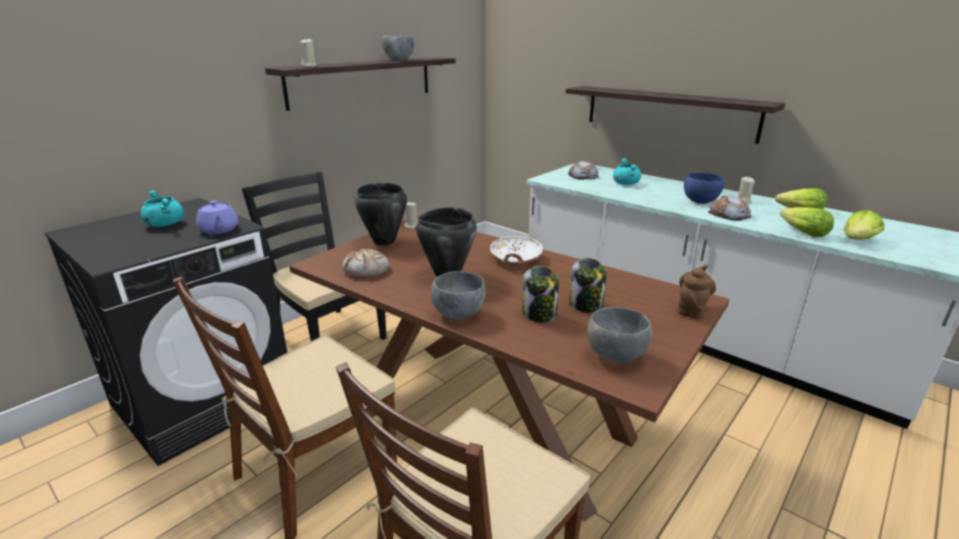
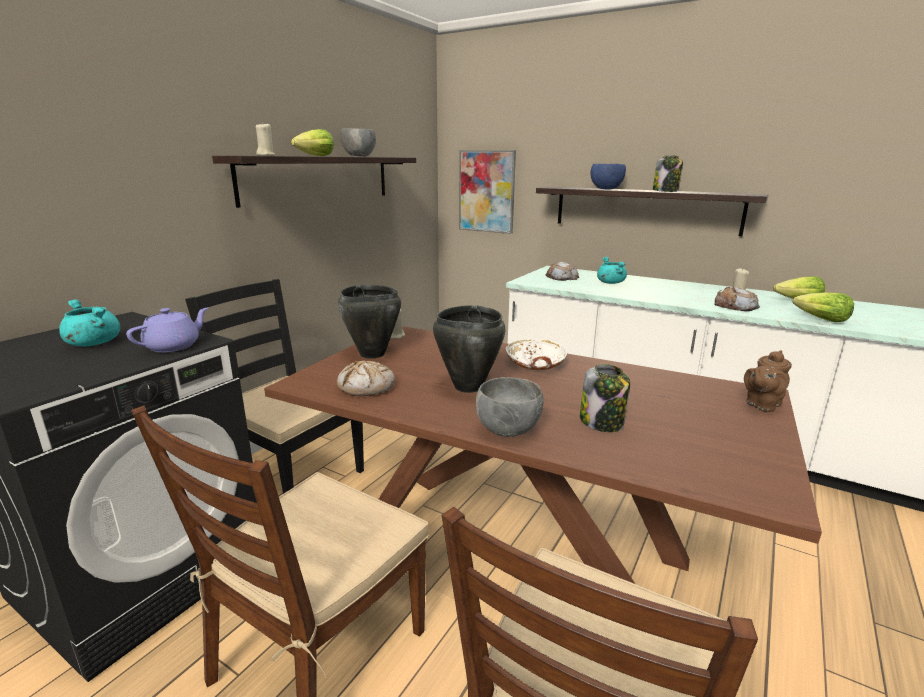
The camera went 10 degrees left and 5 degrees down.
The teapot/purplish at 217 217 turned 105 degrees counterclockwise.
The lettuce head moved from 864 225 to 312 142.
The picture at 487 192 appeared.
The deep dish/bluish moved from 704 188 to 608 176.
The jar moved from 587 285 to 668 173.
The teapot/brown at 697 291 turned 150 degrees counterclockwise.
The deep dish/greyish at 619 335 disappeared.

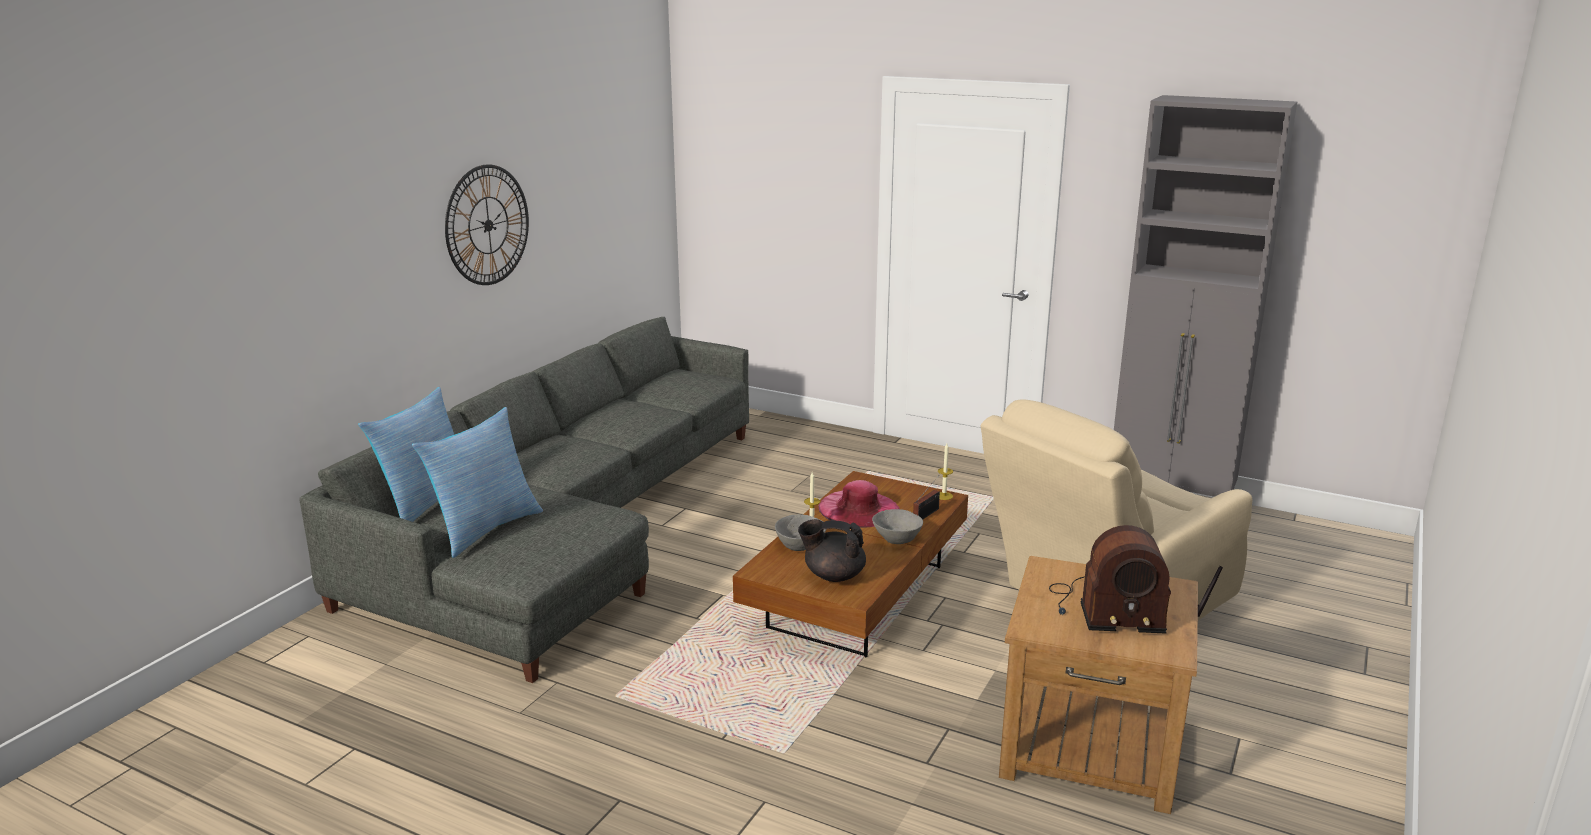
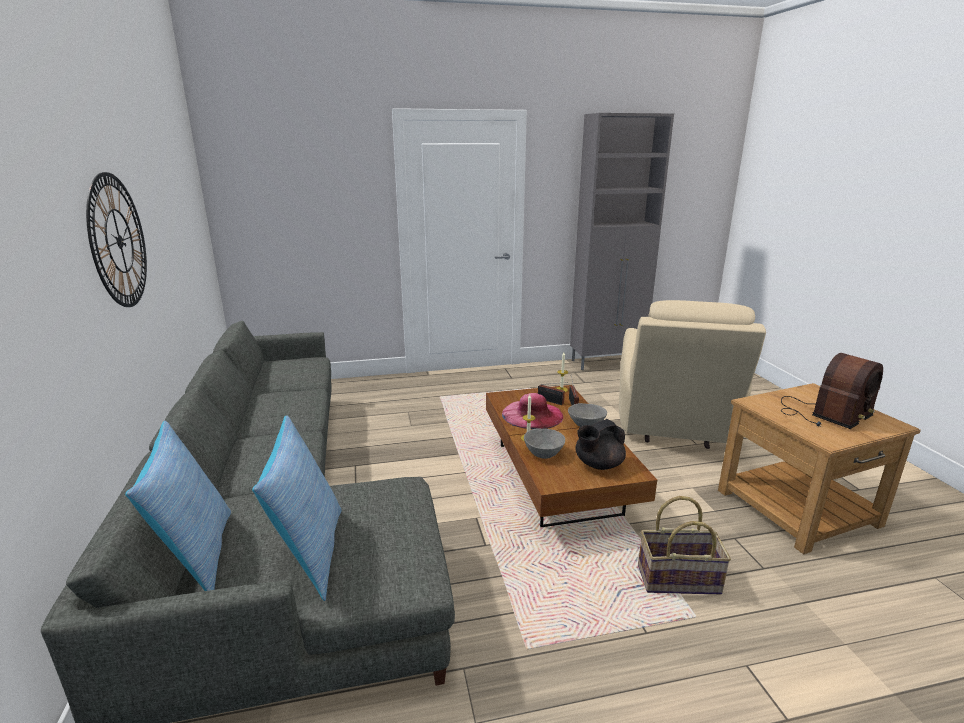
The camera went 40 degrees left and 0 degrees up.
The radio receiver at 553 393 appeared.
The storage basket at 684 545 appeared.

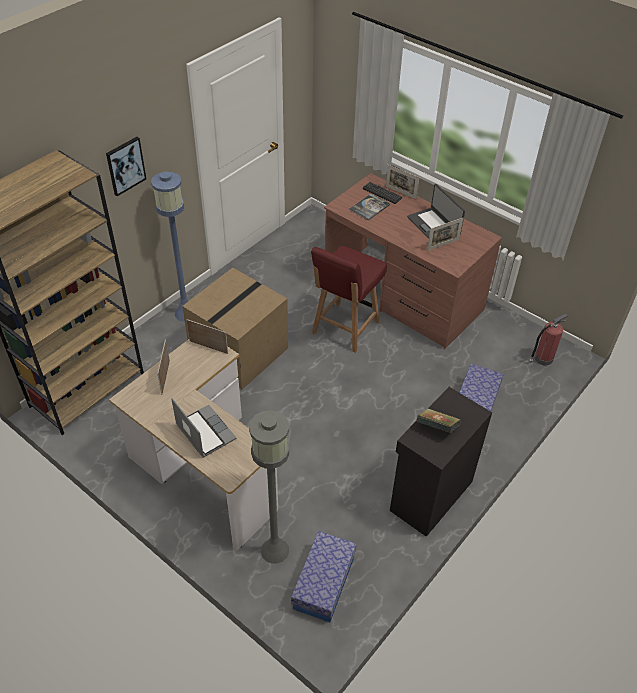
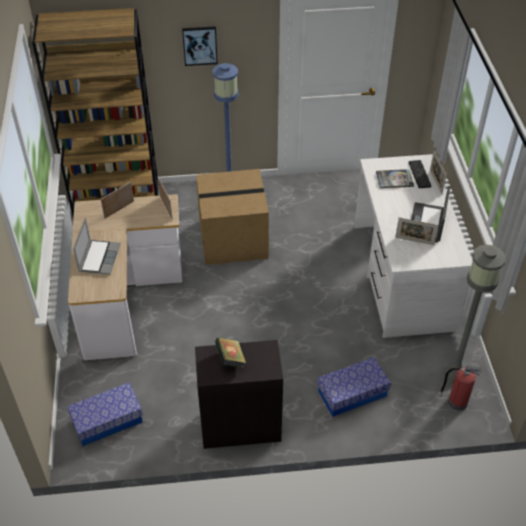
The camera went 45 degrees right and 0 degrees up.
The desk table/brown at 413 261 became the desk table/white-coloured at 413 246.
The standard lamp/greyish moved from 269 487 to 474 314.
The chair/red-coloured at 349 299 disappeared.

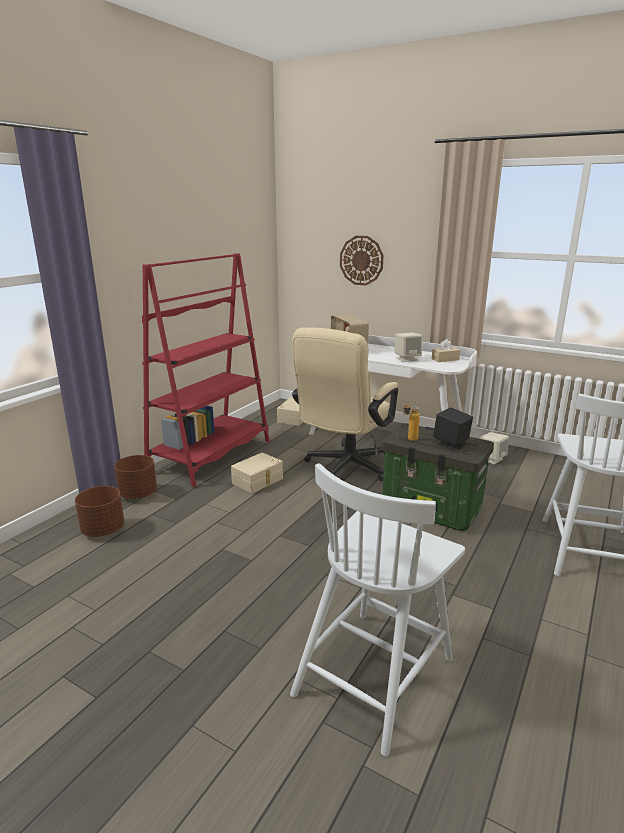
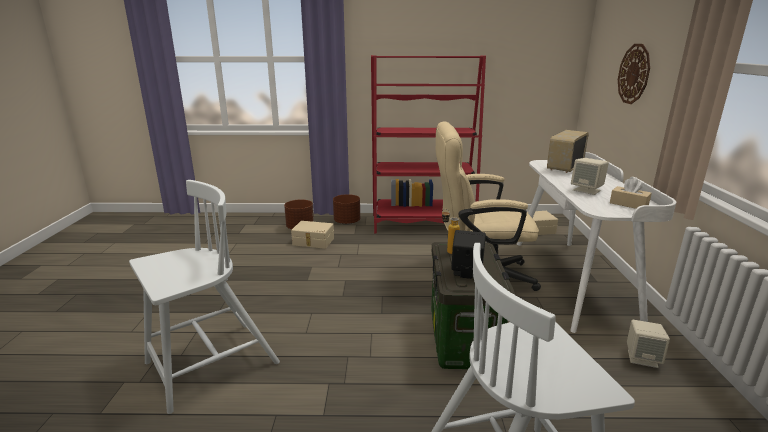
The camera went 60 degrees right and 0 degrees up.
The chair/white-coloured at 377 609 turned 135 degrees clockwise.
The storage bin/sand-coloured moved from 257 473 to 312 235.

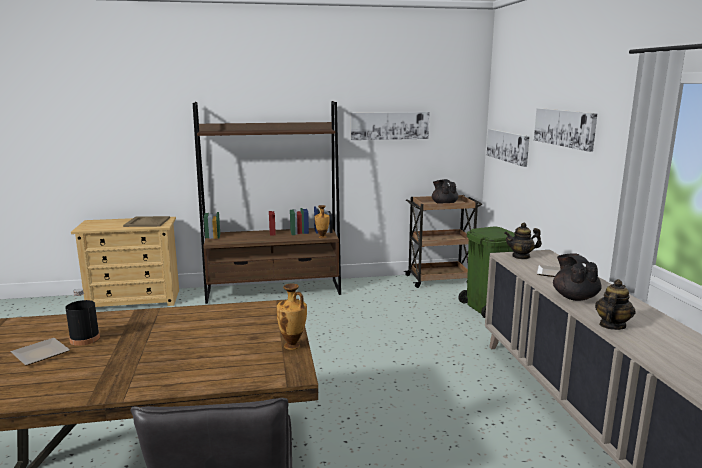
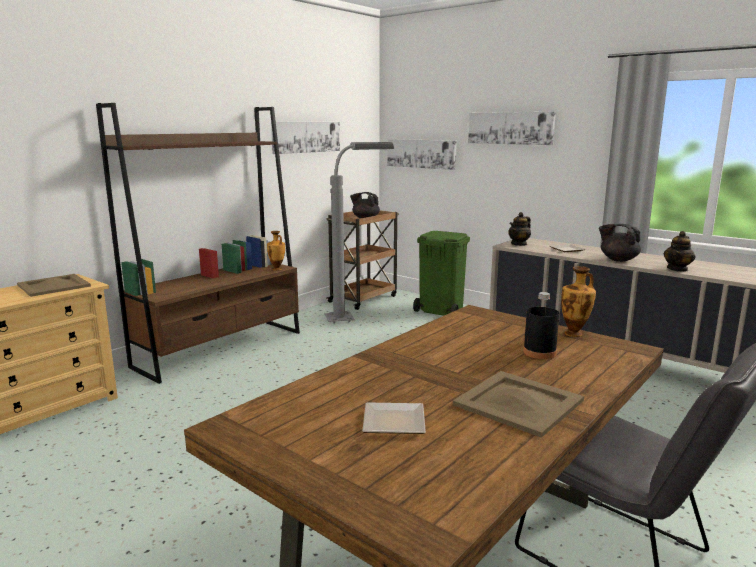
The camera went 40 degrees left and 0 degrees up.
The standard lamp/greyish at 359 233 appeared.
The carrying tray/sand-coloured at 518 404 appeared.
The beverage bottle/blackish moved from 82 317 to 541 325.
The teapot at 615 304 turned 135 degrees counterclockwise.

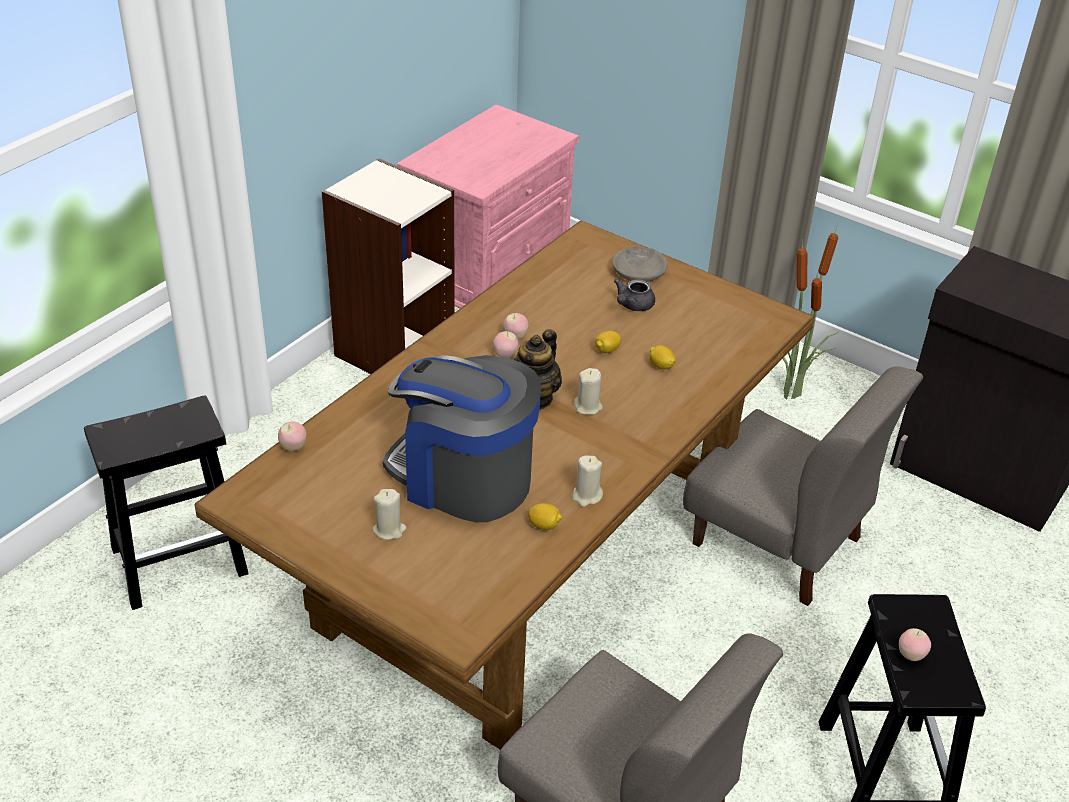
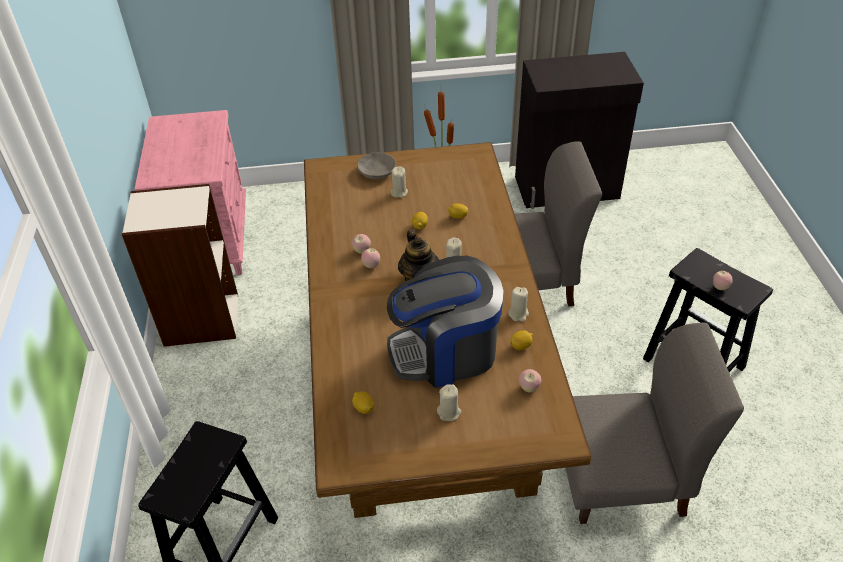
The camera went 40 degrees left and 5 degrees up.
The whole lemon at 363 402 appeared.
The teapot/greyish at 634 295 was replaced by the wax candle/sand-coloured at 399 182.
The apple fruit moved from 292 436 to 530 380.

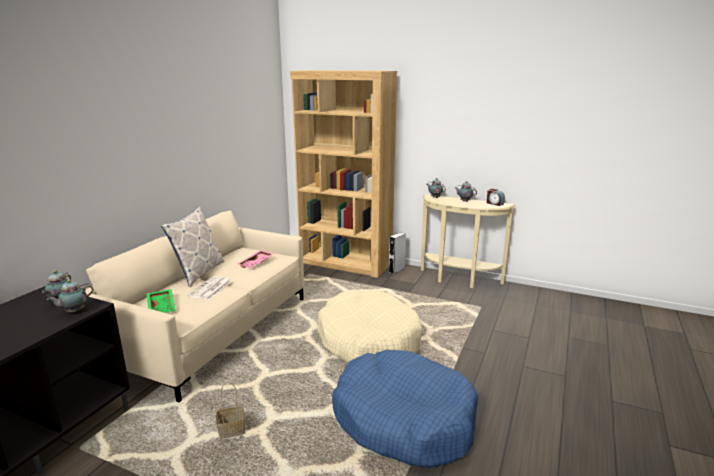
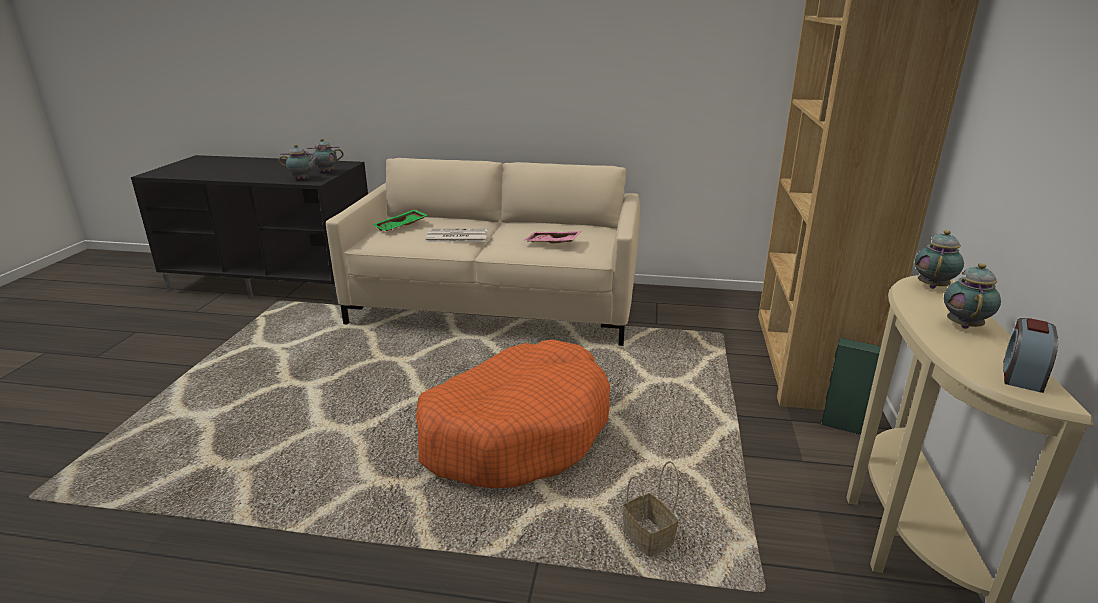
The camera went 75 degrees right and 5 degrees up.
The teapot at 70 296 turned 150 degrees clockwise.
The pet bed/sand-coloured at 370 326 became the pet bed/orange-coloured at 513 414.
The storage basket moved from 230 410 to 651 509.
The audio speaker/greyish at 397 253 became the audio speaker/green-coloured at 851 386.
The pillow at 192 247 disappeared.
The pet bed/bluish at 405 409 disappeared.

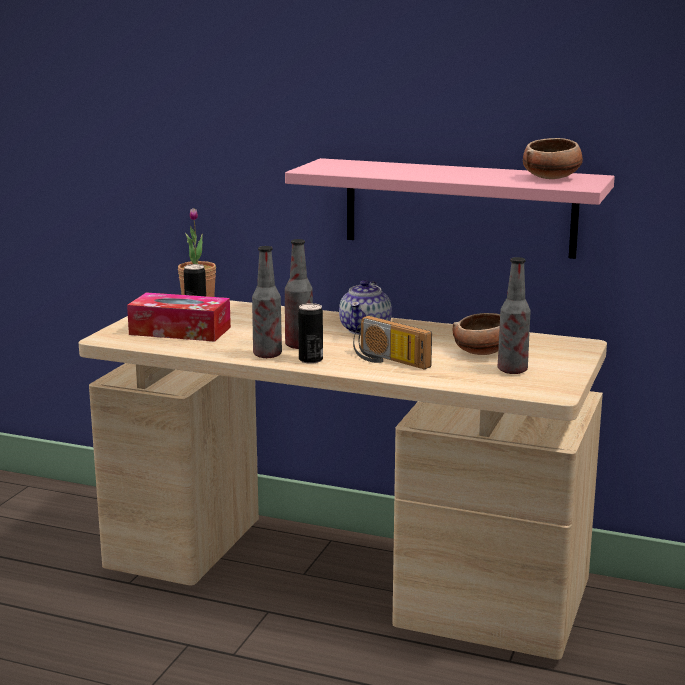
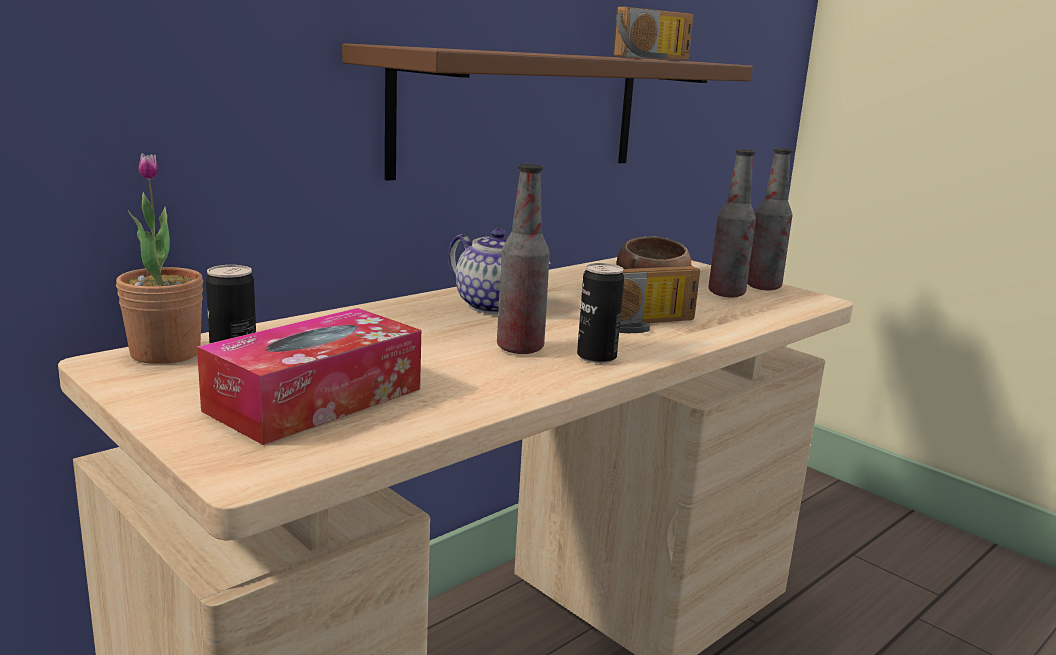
The camera went 65 degrees left and 0 degrees up.
The bracket shelf/pink at 450 208 became the bracket shelf/brown at 547 112.
The deep dish at 553 158 was replaced by the radio receiver at 653 33.
The beverage bottle moved from 267 302 to 770 219.

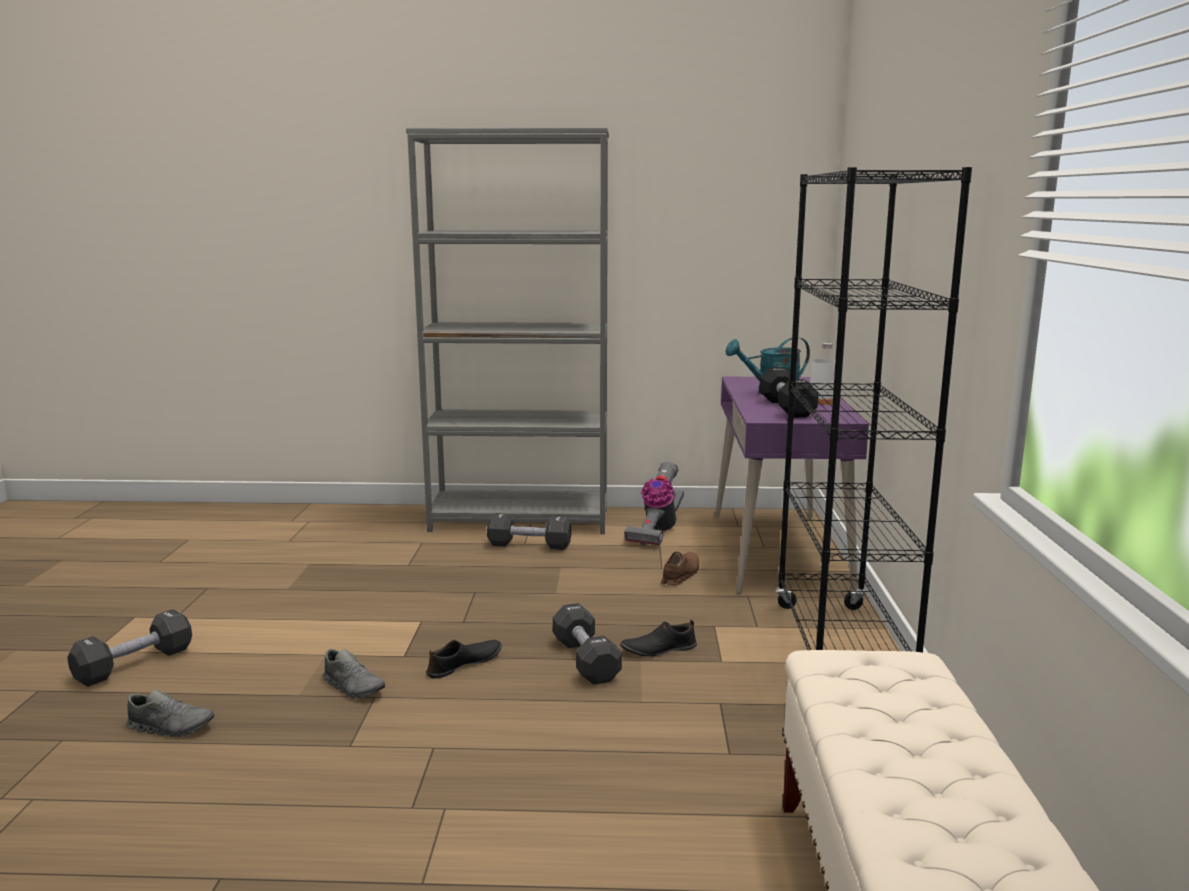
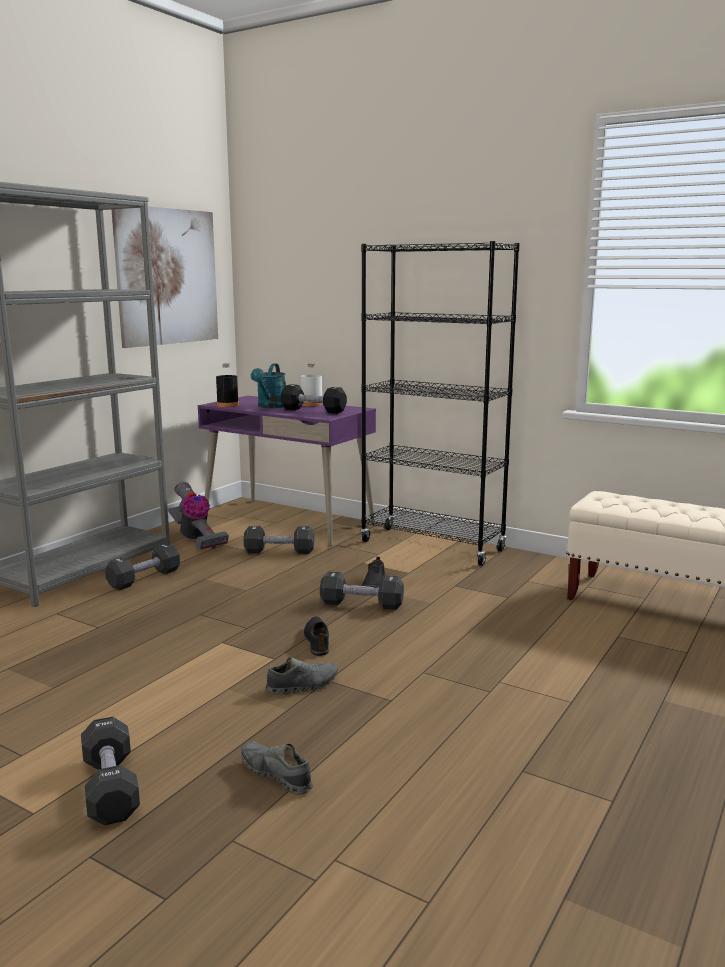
The camera went 60 degrees left and 0 degrees up.
The picture at 164 277 appeared.
The beverage bottle/blackish at 227 385 appeared.
The shoe/greyish at 170 713 turned 90 degrees counterclockwise.
The shoe/brown at 680 568 was replaced by the free weight/blackish at 279 540.

